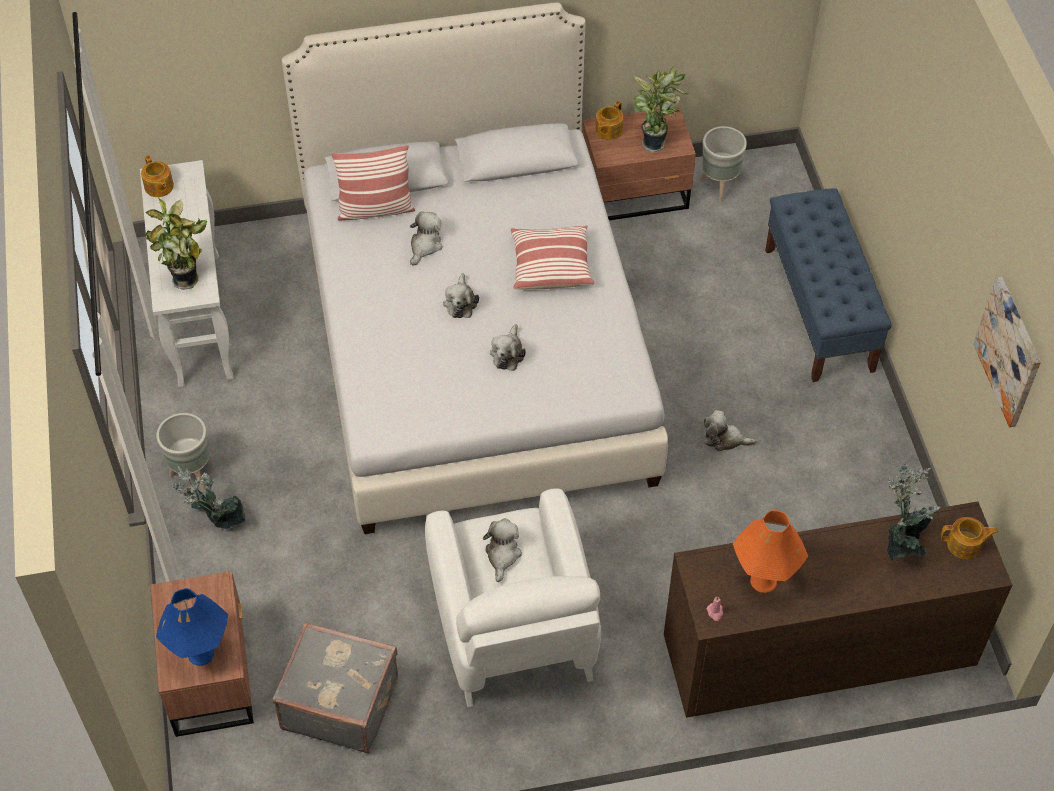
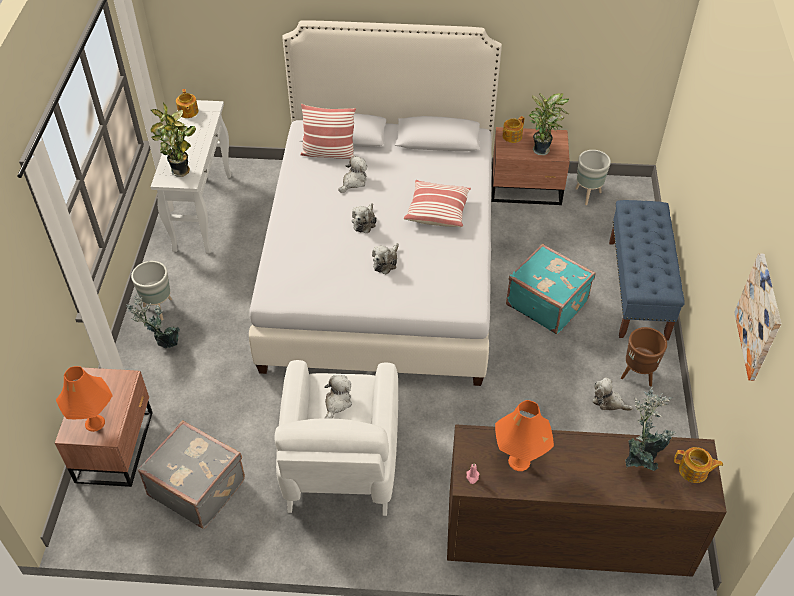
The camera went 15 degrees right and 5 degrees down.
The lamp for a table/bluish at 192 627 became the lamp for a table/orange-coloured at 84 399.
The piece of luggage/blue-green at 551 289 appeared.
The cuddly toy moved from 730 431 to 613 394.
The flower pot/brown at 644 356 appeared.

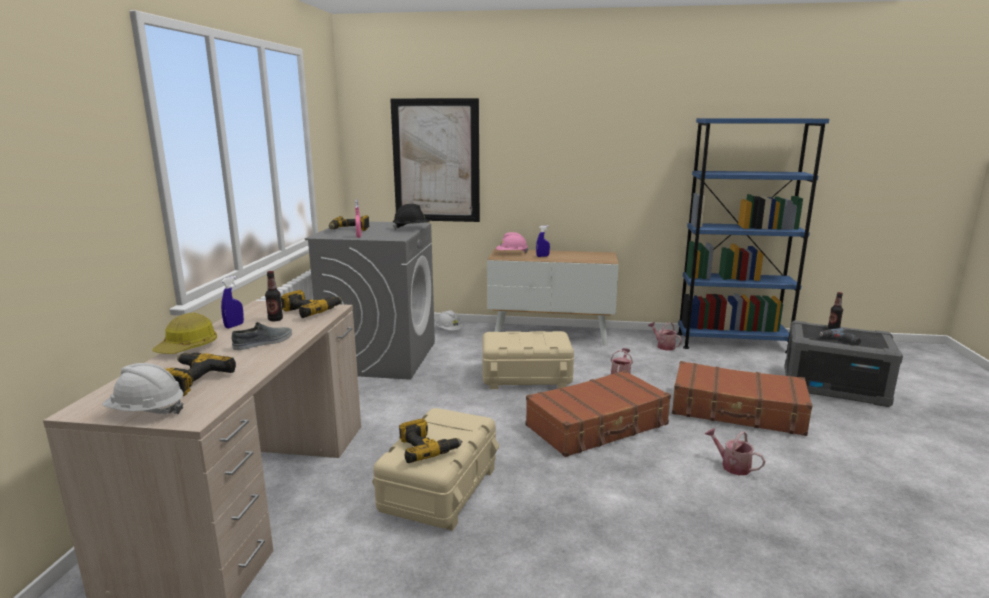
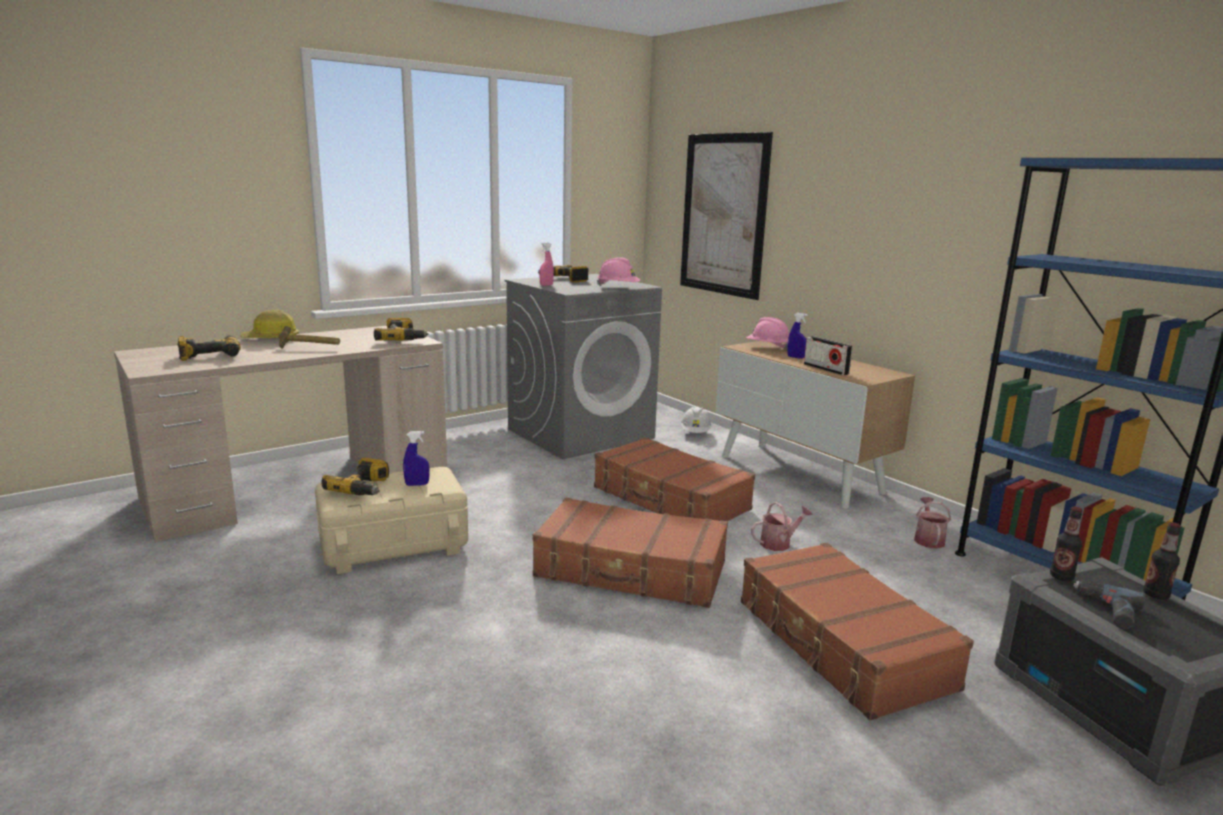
The camera went 45 degrees right and 0 degrees up.
The shoe/greyish at 261 336 was replaced by the hand hammer at 309 337.
The spray bottle/bluish moved from 232 302 to 416 458.
The storage bin/sand-coloured at 528 360 was replaced by the piece of luggage/brown at 674 479.
The hard hat/blackish at 411 217 became the hard hat/pink at 618 271.
The radio receiver at 828 355 appeared.
The beverage bottle moved from 274 296 to 1066 544.
The hard hat/white-coloured at 143 388 disappeared.
The watering pot at 735 451 disappeared.

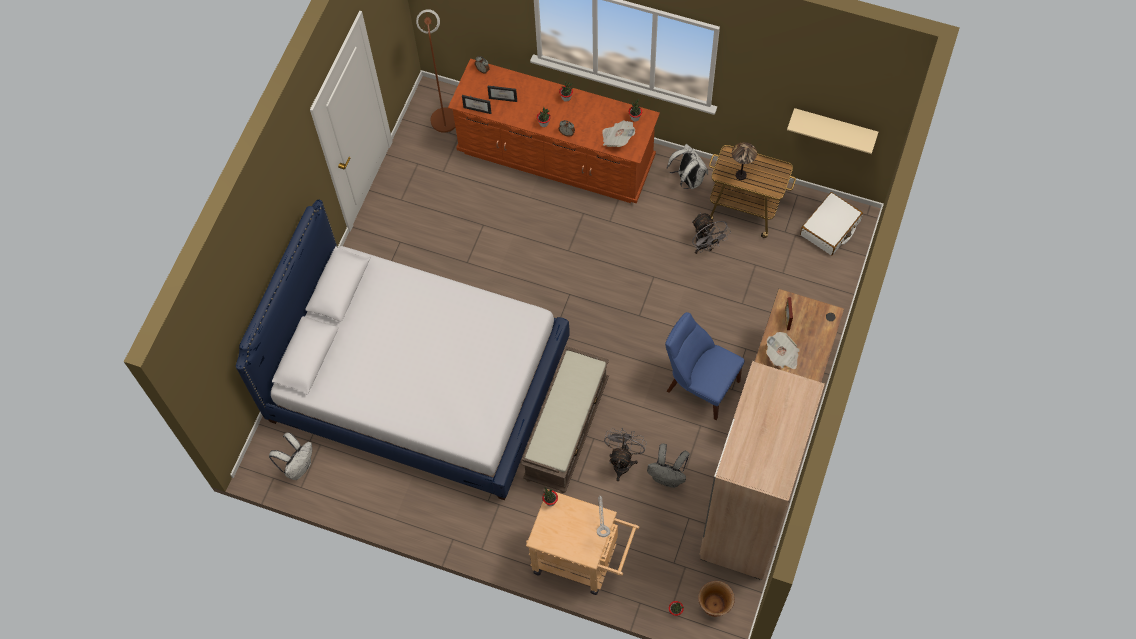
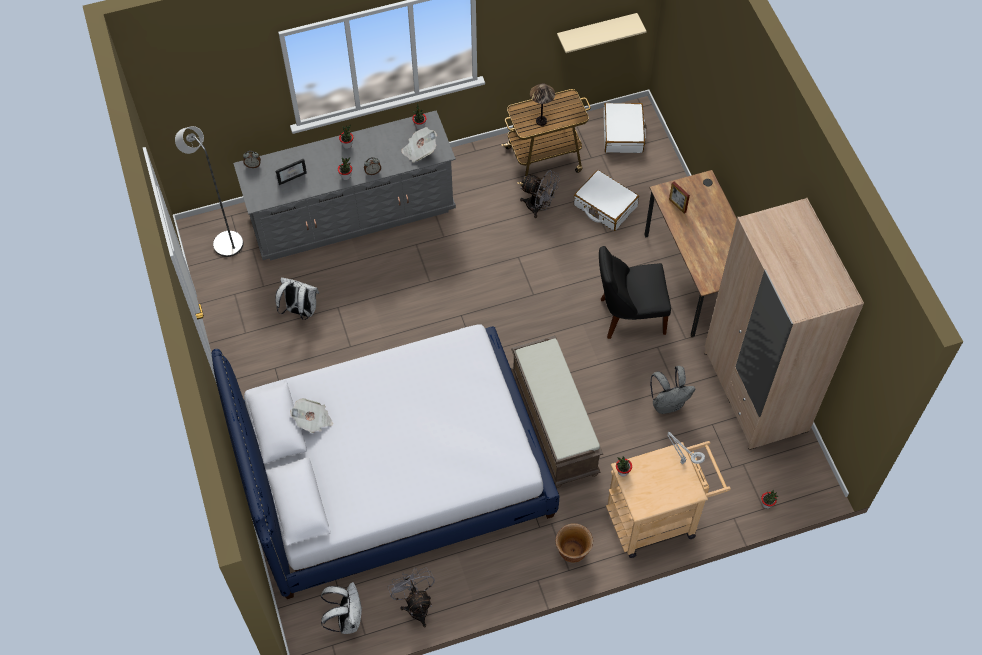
The camera went 40 degrees left and 5 degrees down.
The standard lamp/brown at 436 71 became the standard lamp/greyish at 209 191.
The chest of drawers/brown at 554 131 became the chest of drawers/greyish at 344 185.
The knapsack/white-coloured moved from 687 166 to 297 299.
The printed paper moved from 783 350 to 311 415.
The fan/greyish moved from 625 454 to 411 597.
The flower pot/brown moved from 716 599 to 574 543.
The piece of luggage/white-coloured at 606 200 appeared.
The chair/bluish at 704 366 became the chair/blackish at 635 292.
The photo frame at 476 104 disappeared.

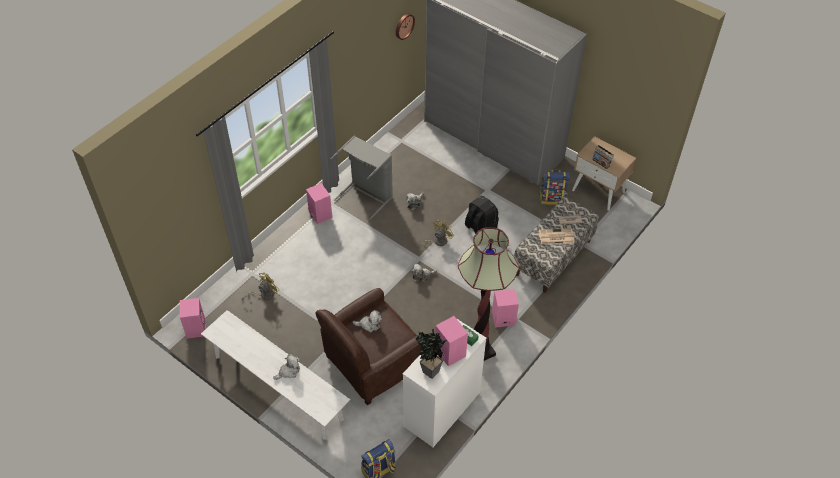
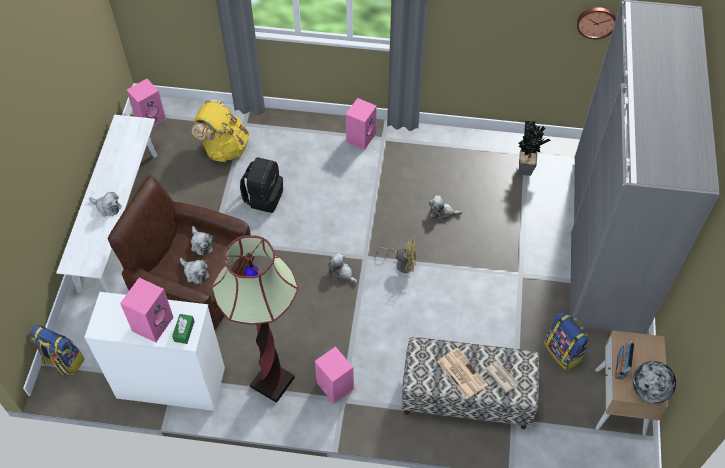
The camera went 60 degrees right and 5 degrees up.
The cuddly toy at 194 271 appeared.
The fan/yellowish at 260 286 was replaced by the knapsack/yellowish at 220 131.
The knapsack/blackish moved from 482 215 to 261 185.
The houseplant moved from 431 354 to 535 148.
The world globe at 654 382 appeared.
The laundry basket/greyish at 361 177 disappeared.

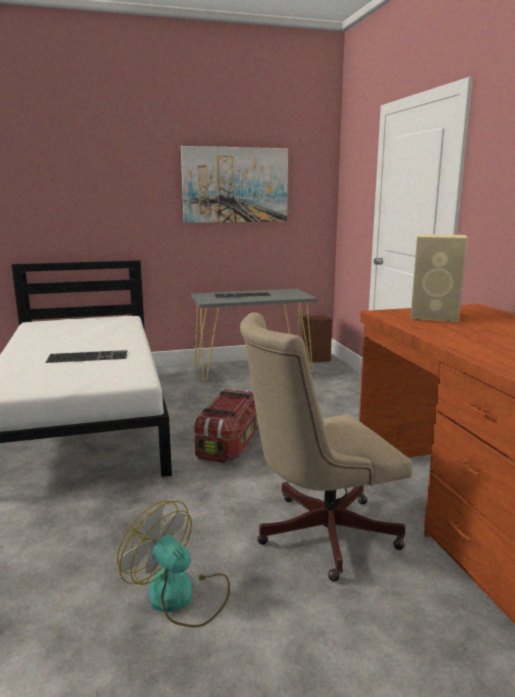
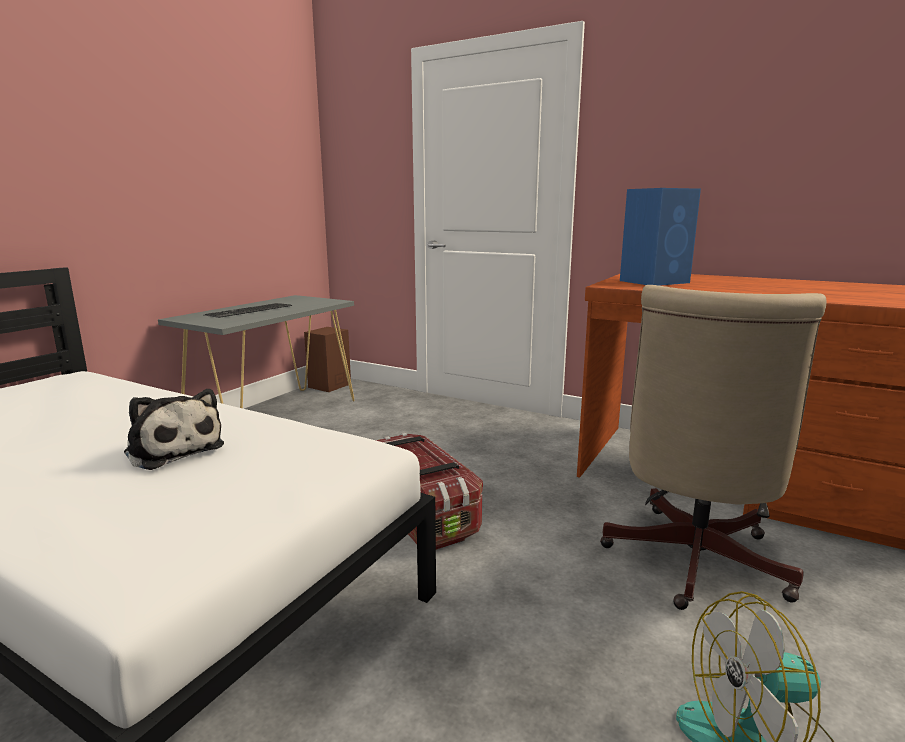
The camera went 45 degrees left and 0 degrees up.
The PC keyboard at 86 356 was replaced by the cuddly toy at 174 429.
The audio speaker/sand-coloured at 438 278 became the audio speaker/bluish at 660 237.
The picture at 234 184 disappeared.

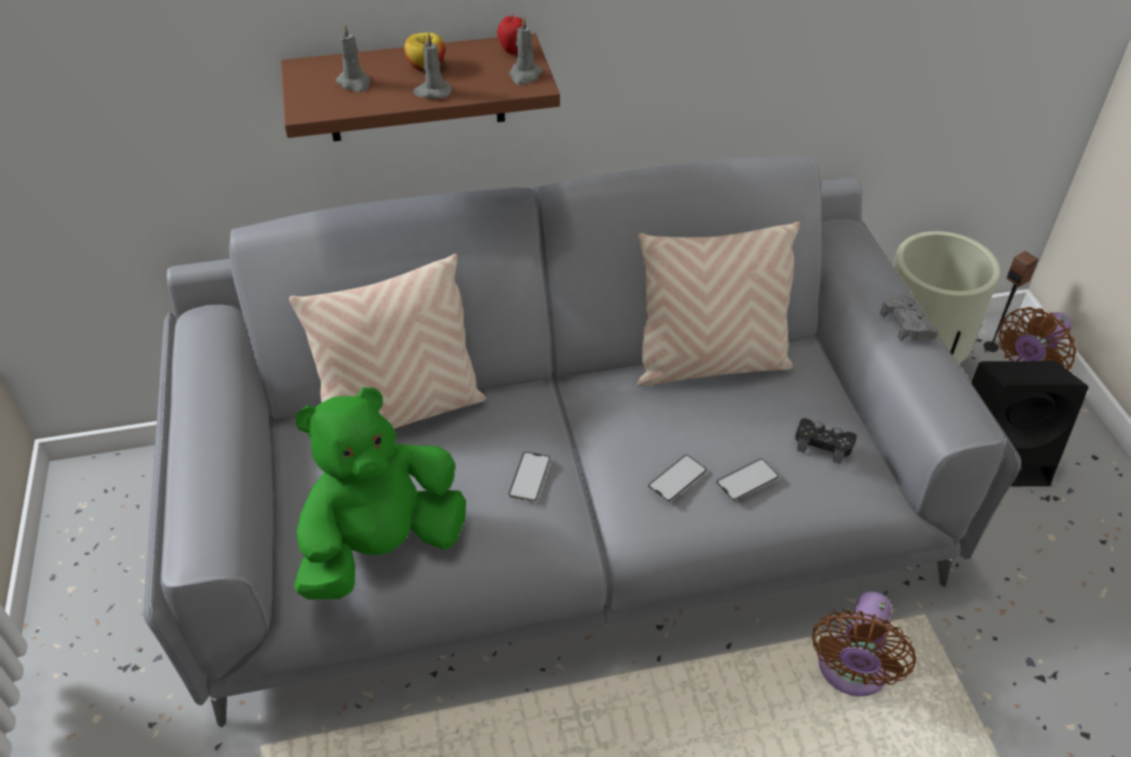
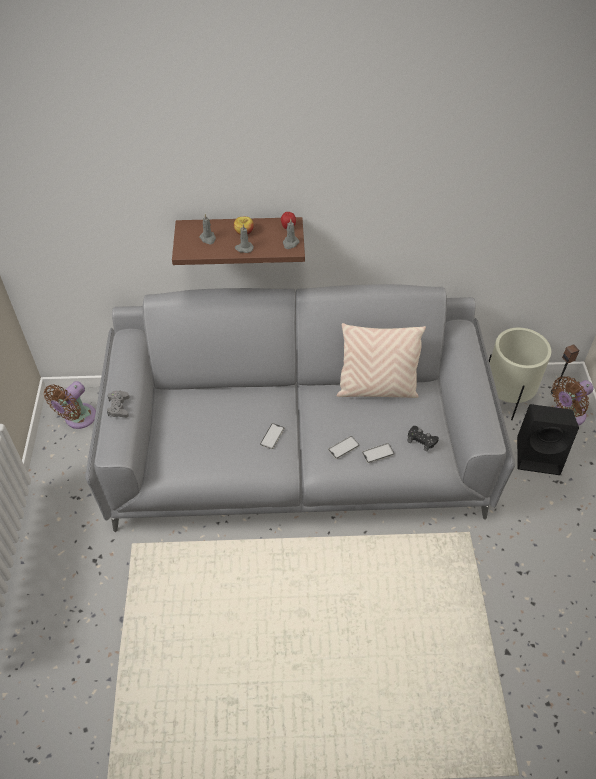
The camera went 10 degrees right and 5 degrees up.
The fan/brown moved from 864 644 to 70 405.
The joypad/greyish moved from 909 317 to 118 404.
The pillow/sand-coloured at 387 341 disappeared.
The cuddly toy/green-coloured at 380 493 disappeared.

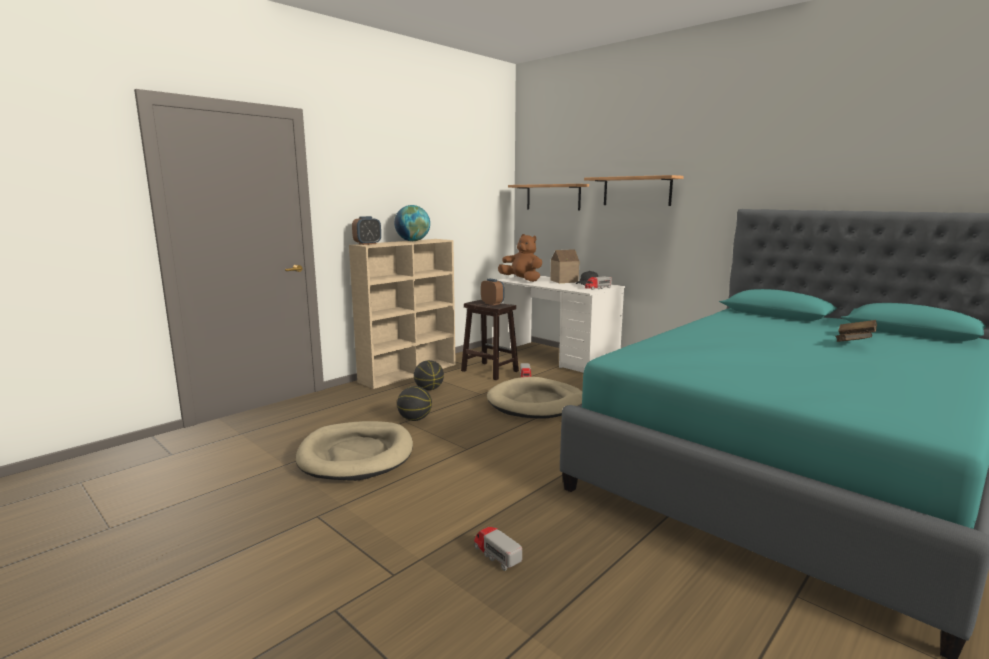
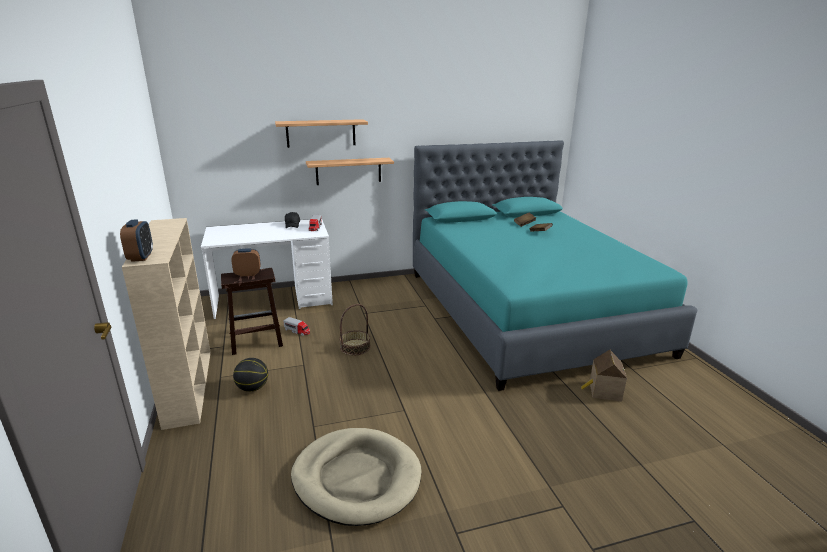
The camera went 60 degrees left and 10 degrees up.
The bracket shelf moved from 548 197 to 350 171.
The pet bed/sand-coloured at 534 397 was replaced by the storage basket at 355 329.
The model house moved from 564 266 to 604 376.
The world globe at 412 223 disappeared.
The basketball ball at 414 403 disappeared.
The toy truck at 498 549 disappeared.
The cuddly toy/brown at 520 258 disappeared.

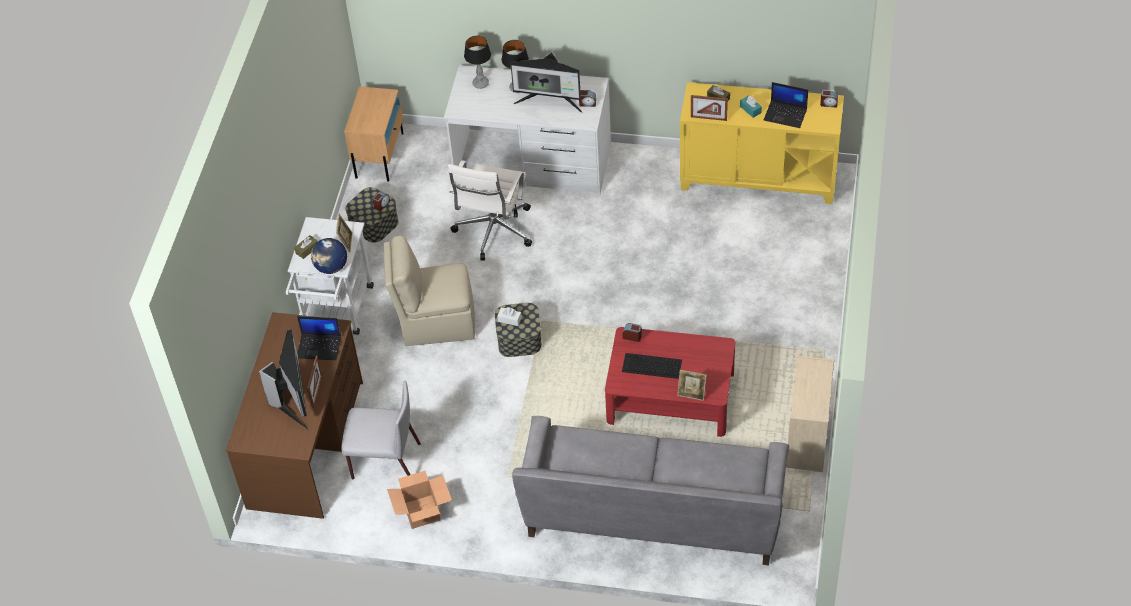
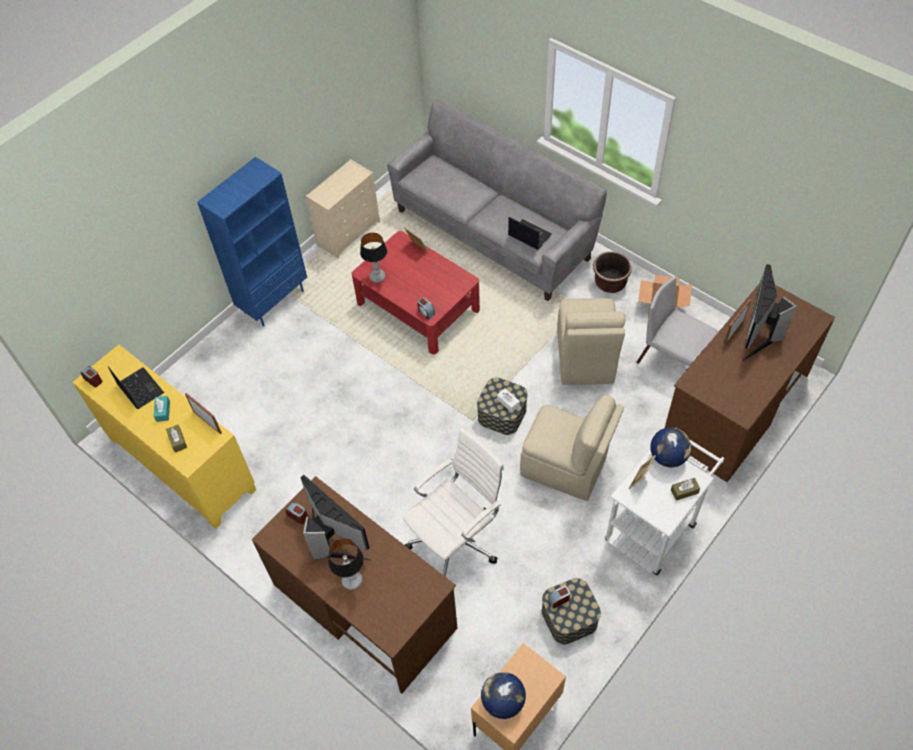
The camera went 150 degrees left and 5 degrees up.
The bookcase/bluish at 252 242 appeared.
The desk table/white-coloured at 527 130 became the desk table/brown at 354 585.
The lamp for a table moved from 477 62 to 373 258.
The world globe at 503 695 appeared.
The laptop moved from 319 338 to 530 233.
The chair/sand-coloured at 591 341 appeared.
The flower pot/brown at 612 272 appeared.
The PC keyboard at 652 366 disappeared.

